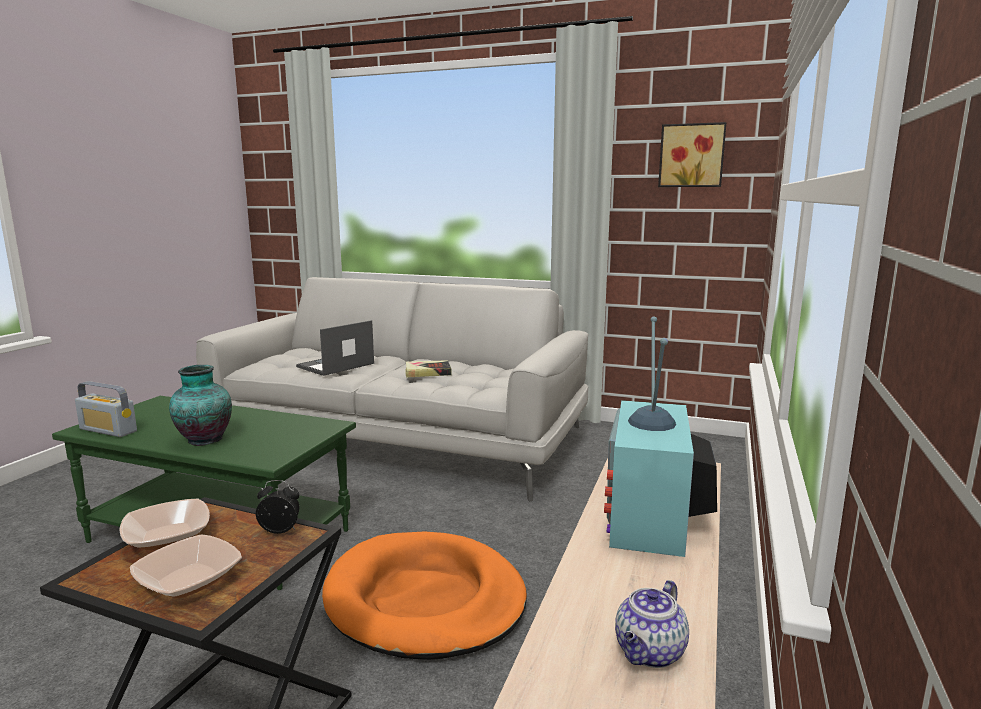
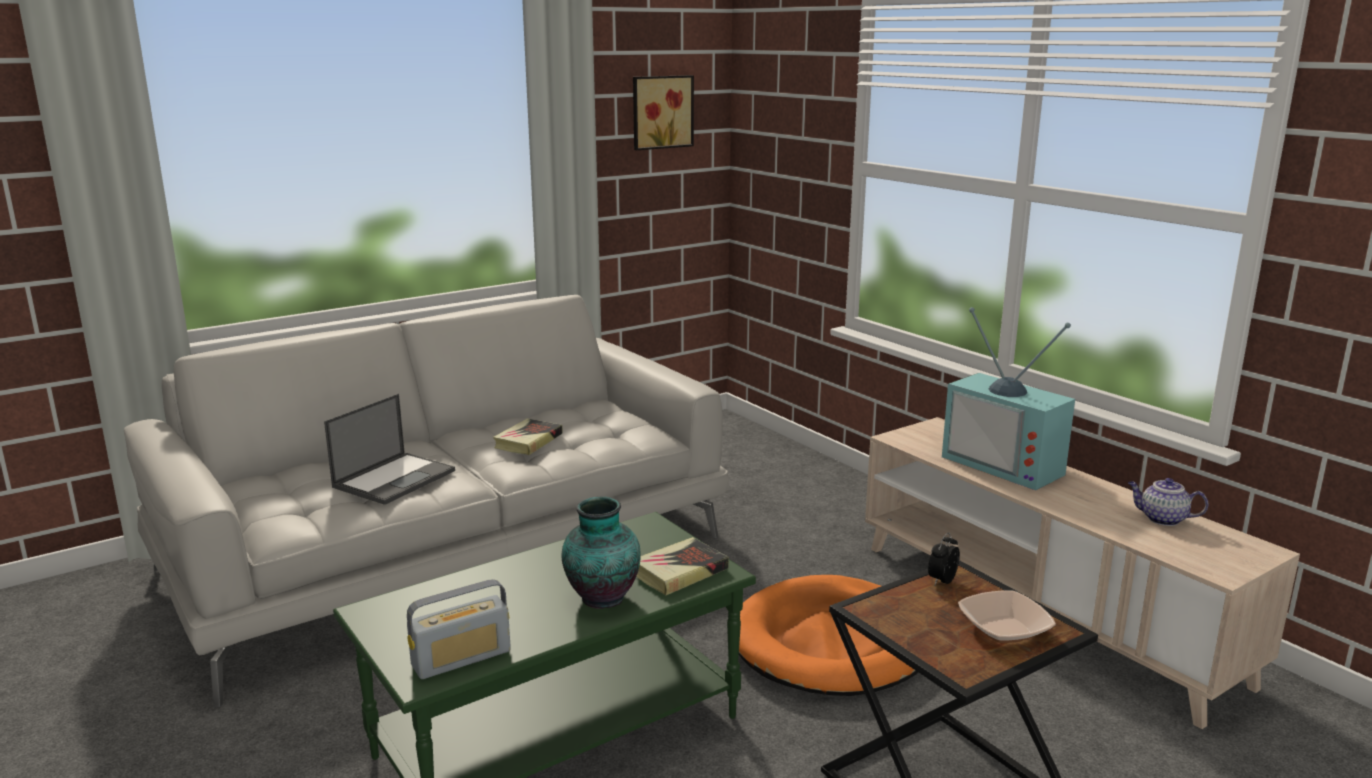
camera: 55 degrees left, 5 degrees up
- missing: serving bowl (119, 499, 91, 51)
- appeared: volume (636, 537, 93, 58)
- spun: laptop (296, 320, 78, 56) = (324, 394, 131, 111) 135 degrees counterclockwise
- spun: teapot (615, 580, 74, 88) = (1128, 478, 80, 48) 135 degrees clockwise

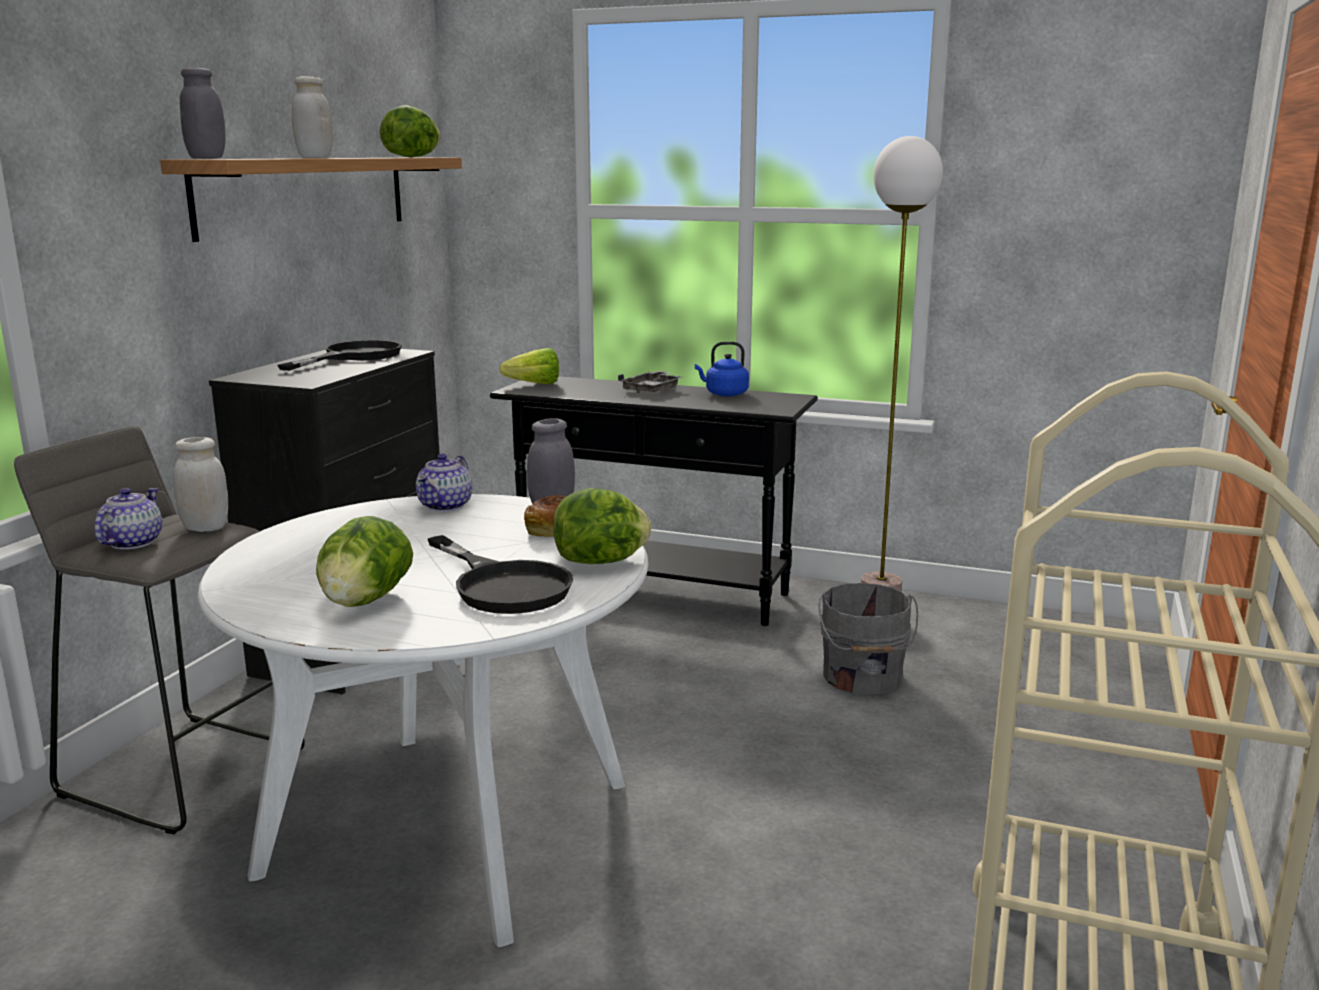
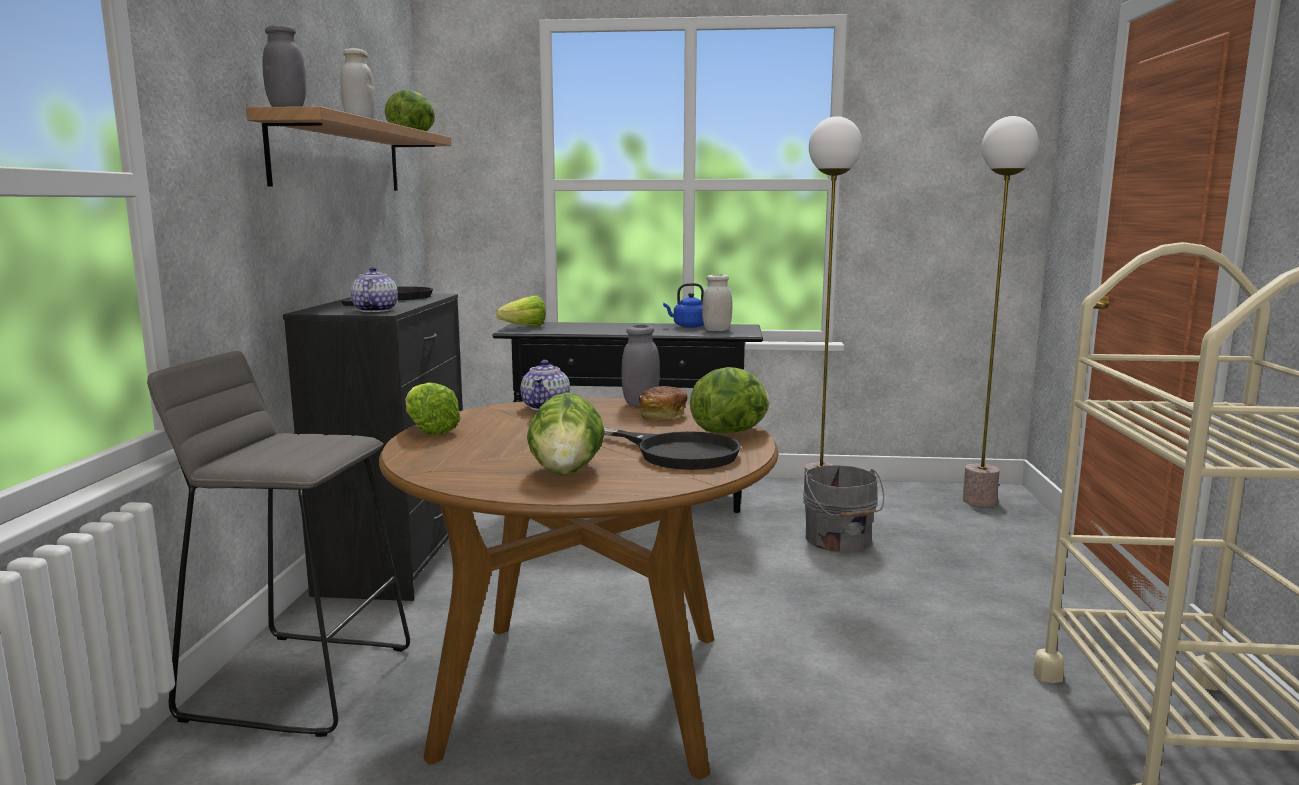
camera: 15 degrees left, 5 degrees down
- missing: grey carrying tray (618, 371, 64, 22)
- appeared: lettuce (405, 382, 56, 53)
- appeared: standing lamp (963, 116, 76, 391)
- relocated: teapot (94, 488, 68, 61) to (351, 267, 47, 45)
- relocated: white preserve jar (174, 437, 54, 95) to (702, 274, 31, 57)
- colour: white kitchen table (198, 494, 451, 453) to brown-coloured kitchen table (379, 398, 400, 382)

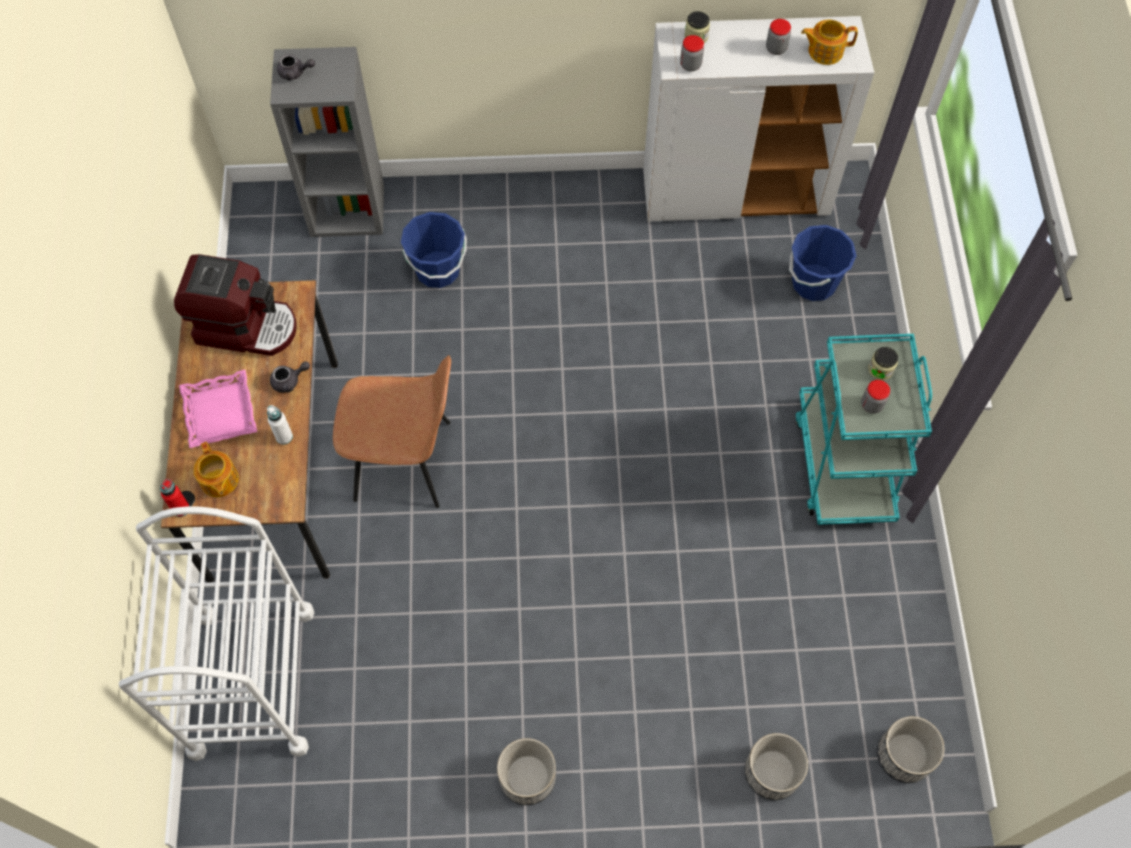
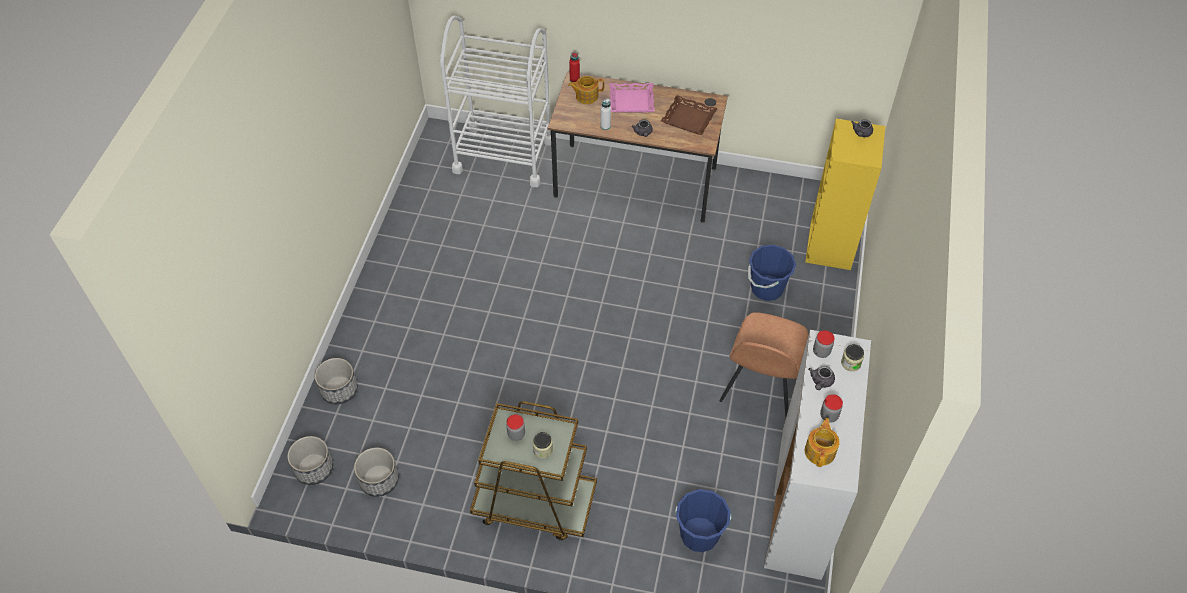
camera: 105 degrees right, 10 degrees down
- appeared: grey teapot (808, 366, 27, 24)
- relocated: brown-coloured upright chair (333, 355, 118, 153) to (719, 312, 90, 106)
- relocated: flower pot (497, 738, 59, 67) to (354, 448, 45, 49)
- exchanged: coffee brewer (174, 254, 123, 102) to brown-coloured carrying tray (661, 95, 57, 40)
- colour: grey bookcase (270, 47, 114, 190) to yellowish bookcase (805, 119, 80, 151)
- colour: turquoise-coloured wheeled cart (796, 334, 136, 191) to brown-coloured wheeled cart (470, 401, 127, 139)

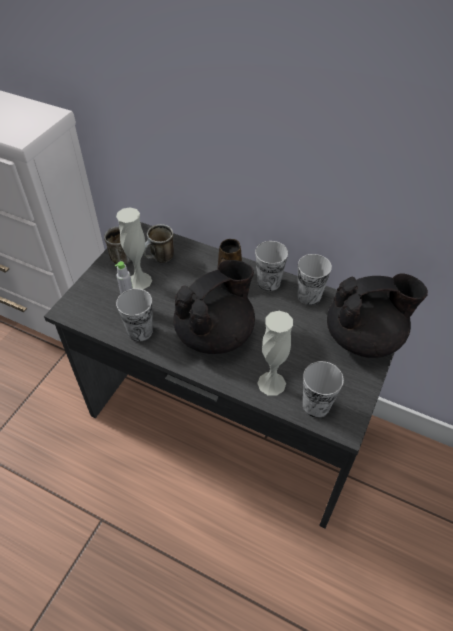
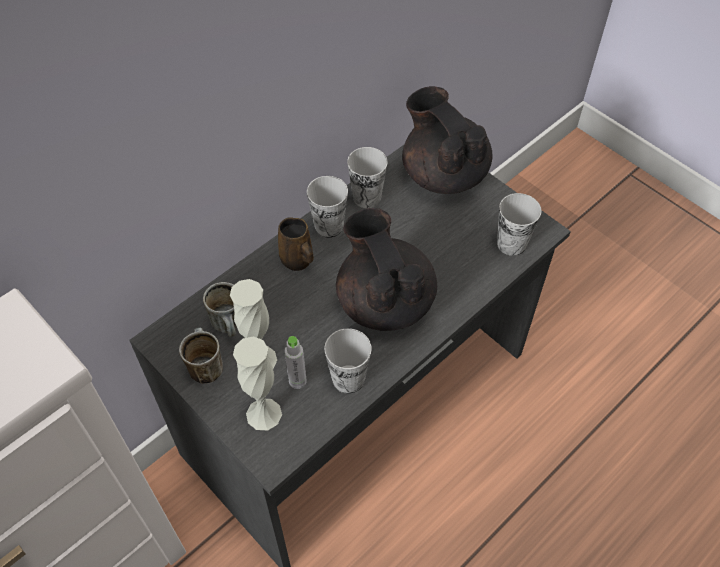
camera: 70 degrees left, 5 degrees up
- relocated: white decorative vase (257, 311, 36, 85) to (233, 337, 49, 93)
- spun: black teapot (327, 273, 101, 85) = (402, 86, 91, 108) 45 degrees counterclockwise

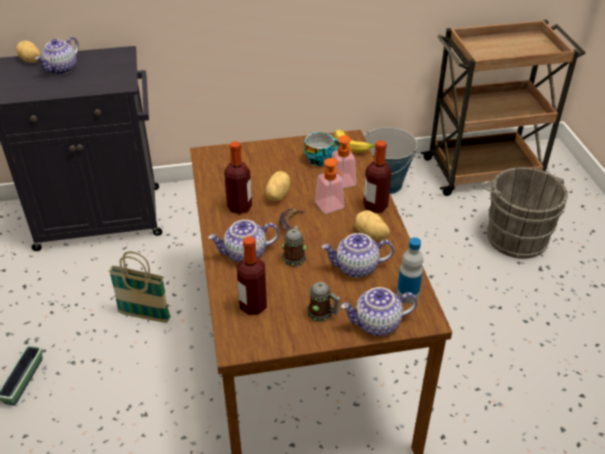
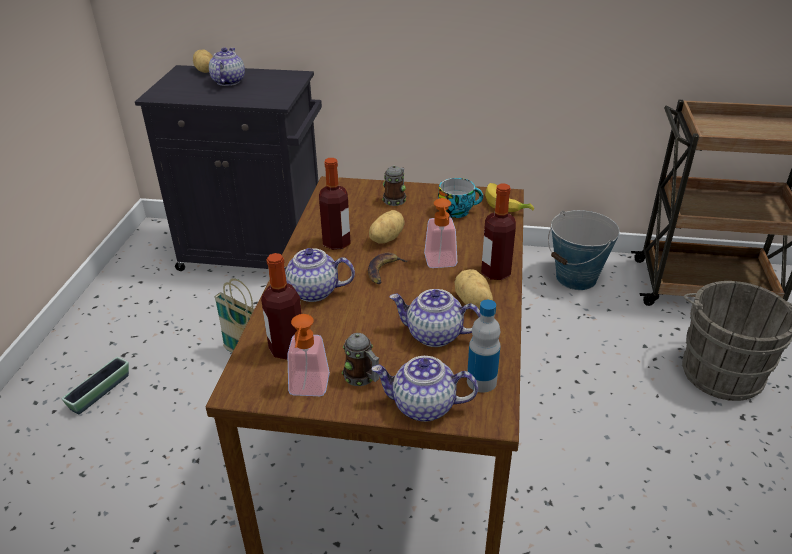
camera: 20 degrees right, 5 degrees down
- relocated: mug (282, 226, 25, 41) to (382, 165, 24, 41)
- relocated: soap bottle (332, 135, 24, 53) to (287, 314, 43, 82)
- spun: teapot (35, 36, 44, 38) = (209, 48, 36, 38) 135 degrees clockwise

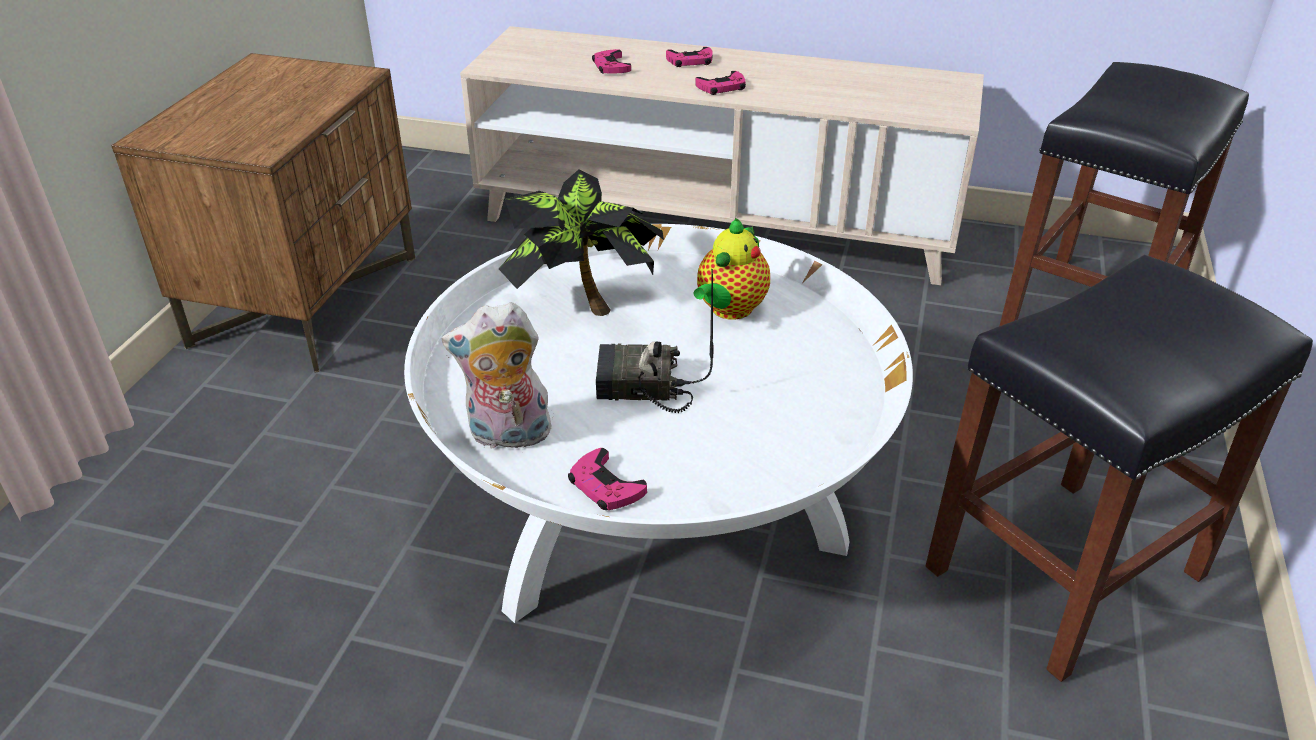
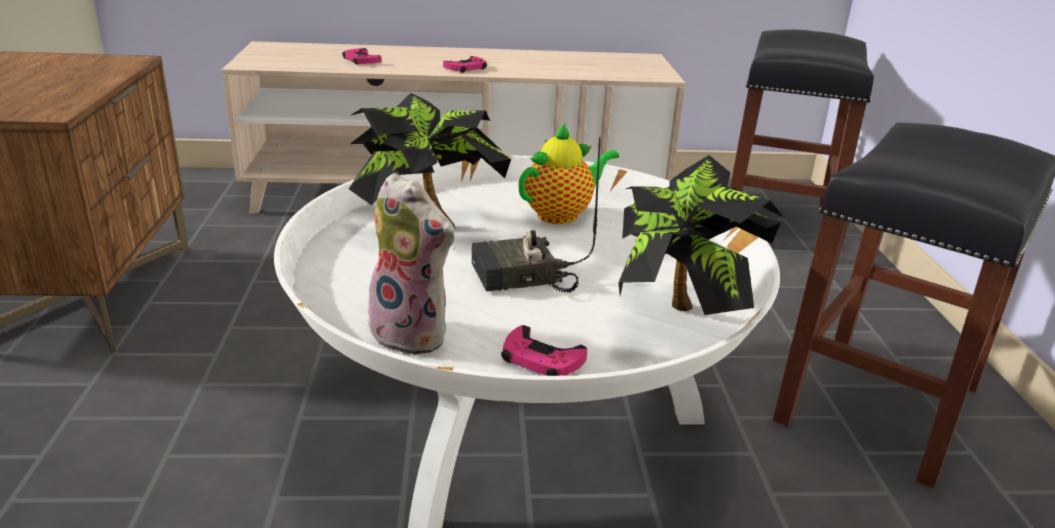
camera: 20 degrees left, 10 degrees down
- missing: pinkish joypad (666, 47, 47, 20)
- appeared: plant in a pot (619, 155, 165, 160)
- spun: soft toy (442, 302, 111, 151) = (367, 173, 88, 183) 120 degrees counterclockwise
- spun: teapot (694, 218, 76, 102) = (518, 123, 101, 101) 135 degrees counterclockwise

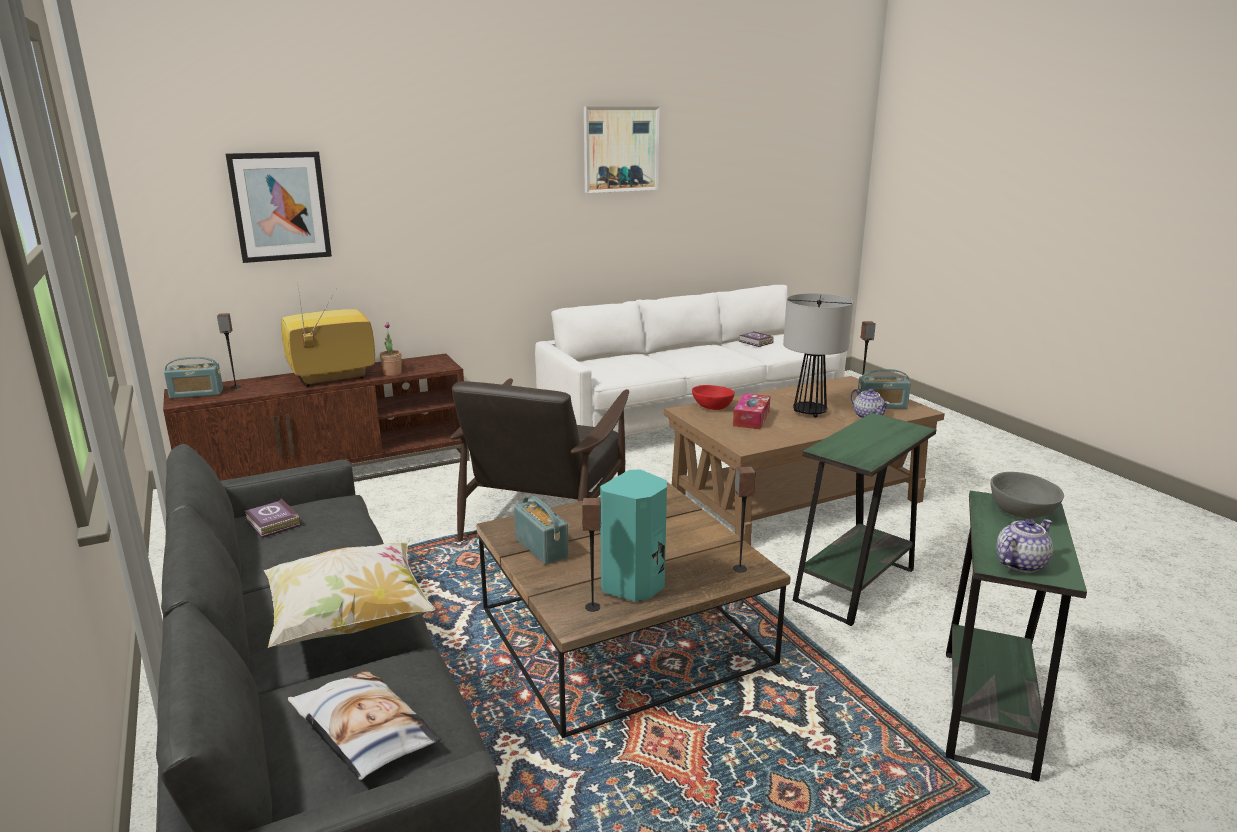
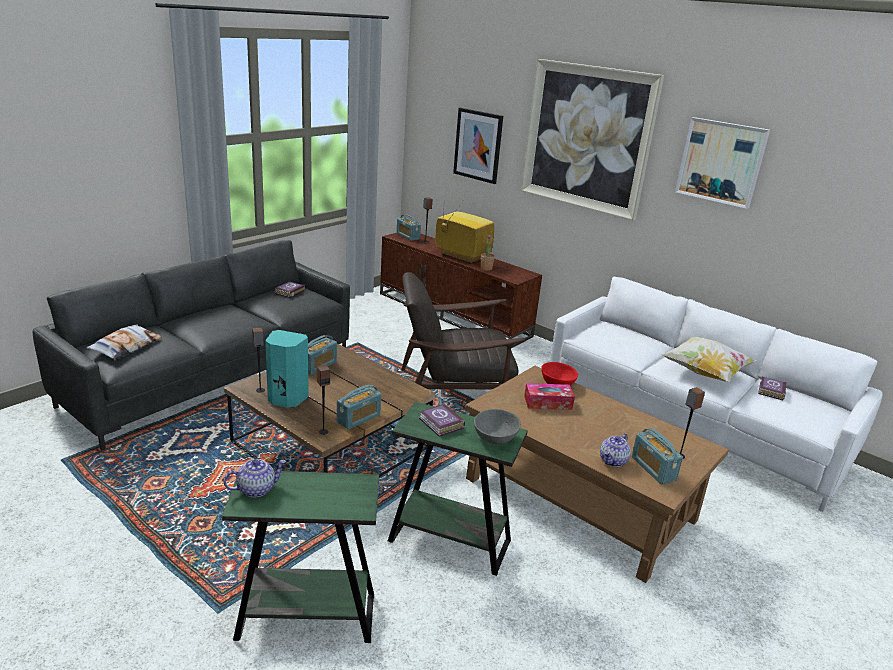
camera: 65 degrees right, 5 degrees up
- missing: tabletop lamp (783, 293, 70, 125)
- appeared: radio (337, 385, 45, 45)
- appeared: volume (419, 404, 46, 33)
- appeared: picture (521, 59, 143, 162)
- relocated: pillow (264, 541, 171, 107) to (661, 337, 95, 45)
- relocated: grey serving bowl (991, 472, 73, 46) to (474, 409, 47, 35)
- spun: teapot (996, 519, 57, 54) = (224, 459, 62, 39) 60 degrees counterclockwise

